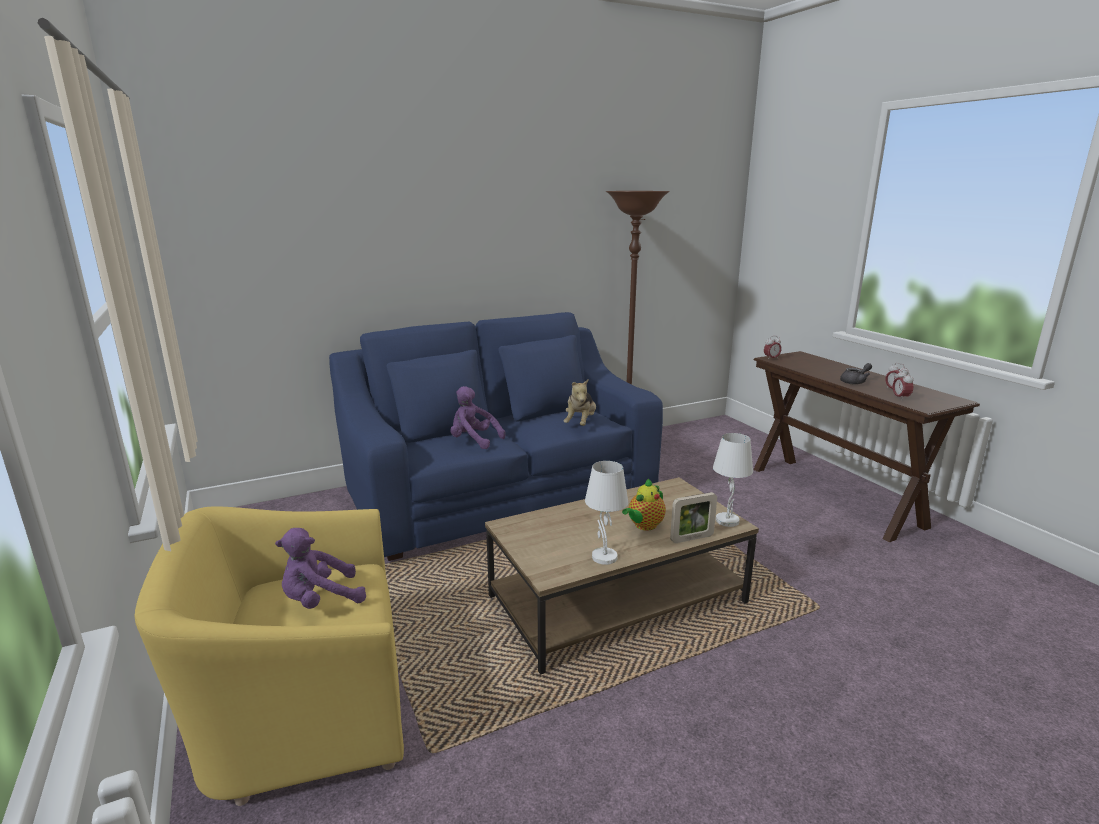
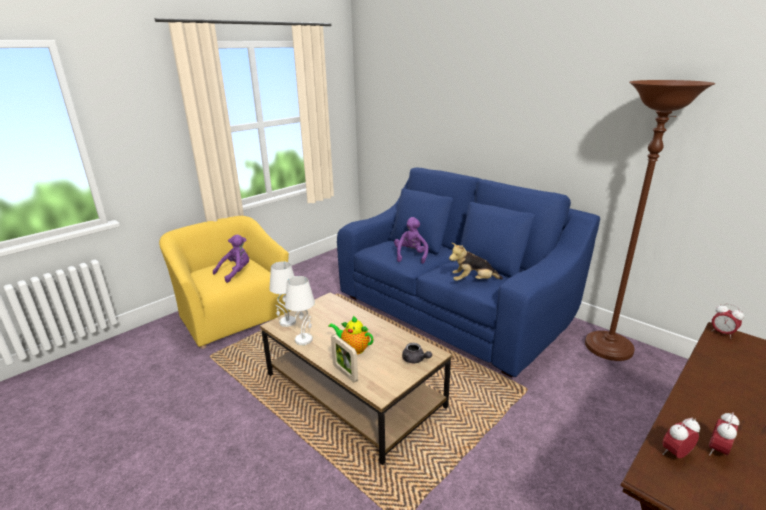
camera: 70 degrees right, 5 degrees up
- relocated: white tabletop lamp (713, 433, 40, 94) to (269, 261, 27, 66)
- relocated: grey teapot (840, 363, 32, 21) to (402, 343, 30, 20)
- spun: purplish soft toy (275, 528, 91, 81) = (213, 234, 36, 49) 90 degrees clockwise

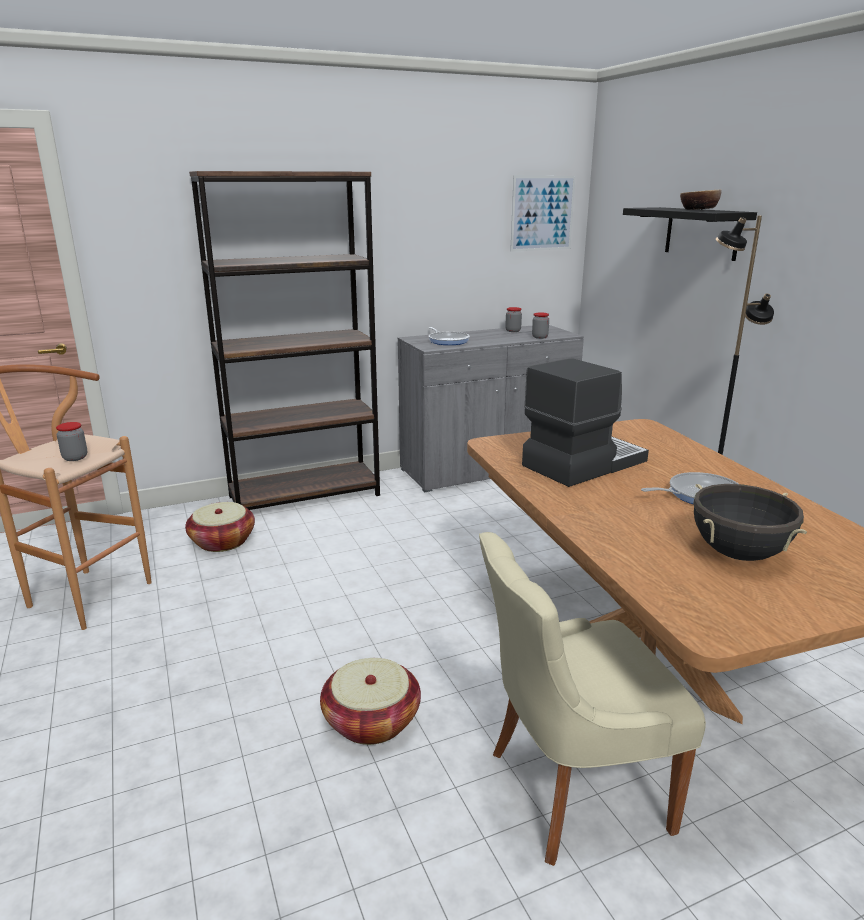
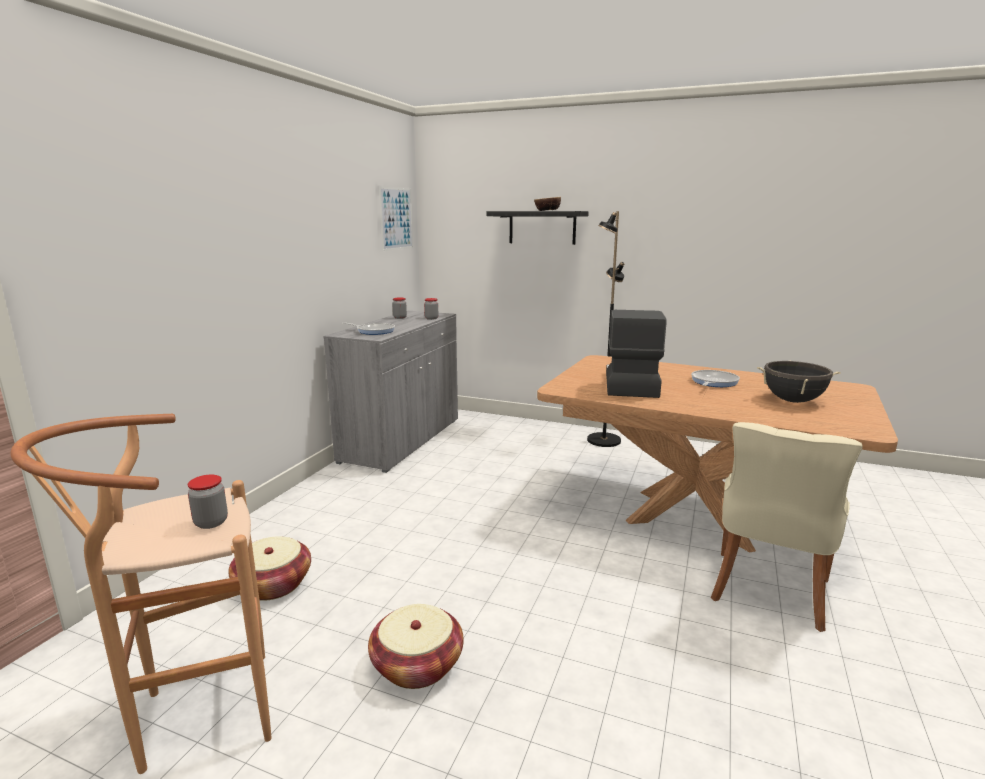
camera: 45 degrees left, 5 degrees down
- missing: brown-coloured bookcase (189, 171, 191, 339)
- relocated: basket (320, 658, 101, 87) to (368, 604, 96, 85)

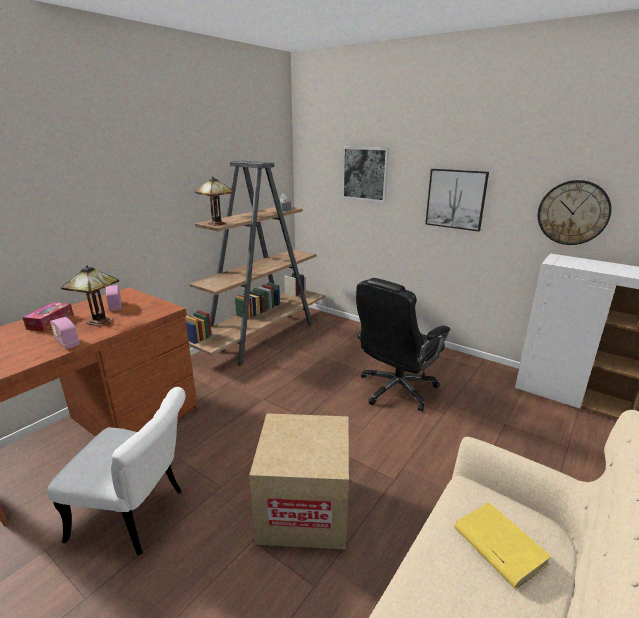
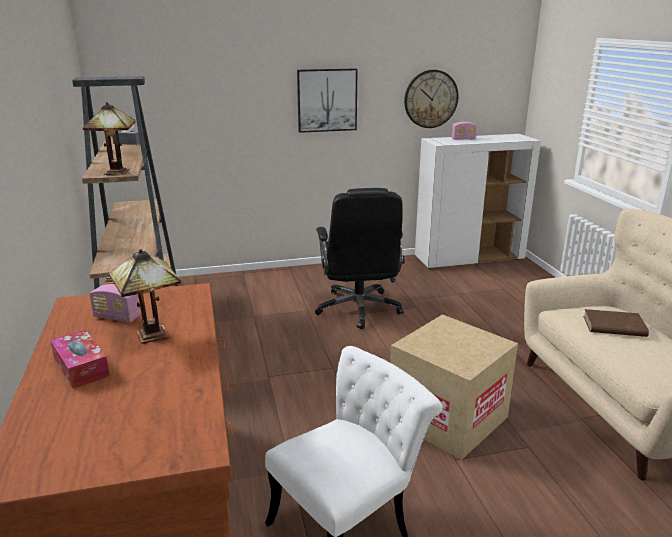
camera: 50 degrees left, 0 degrees up
- missing: picture (342, 147, 47, 55)
- relocated: radio (50, 317, 30, 32) to (452, 122, 25, 18)
- colour: yellowish volume (454, 502, 98, 87) to brown-coloured volume (583, 309, 66, 28)

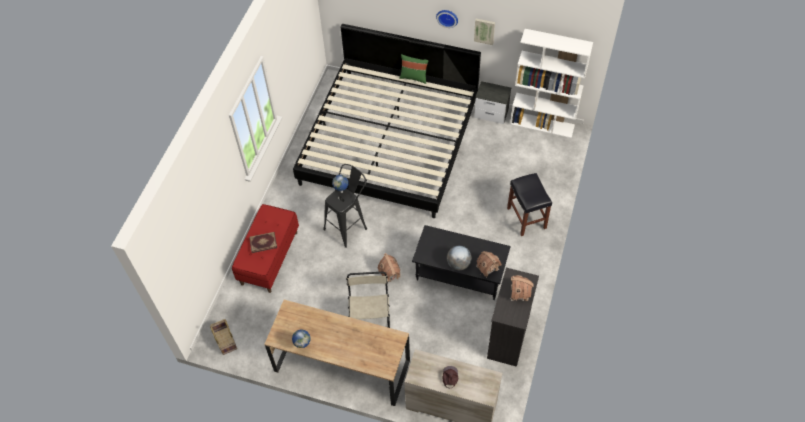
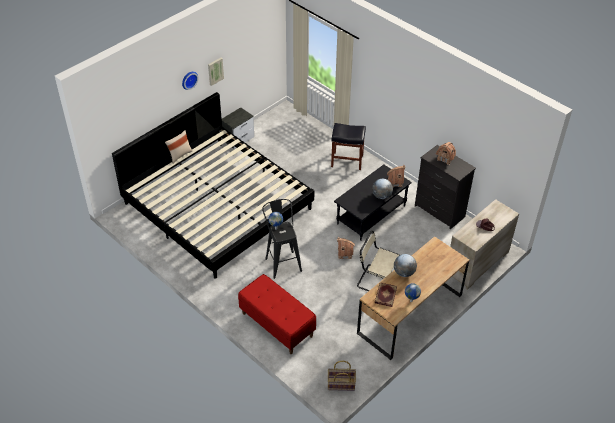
camera: 65 degrees left, 10 degrees down
- missing: white bookcase (510, 29, 83, 109)
- appeared: globe (394, 254, 23, 23)
- relocated: volume (249, 232, 28, 21) to (375, 283, 22, 24)
- colour: greenish pillow (399, 54, 30, 30) to sand-coloured pillow (165, 130, 27, 33)

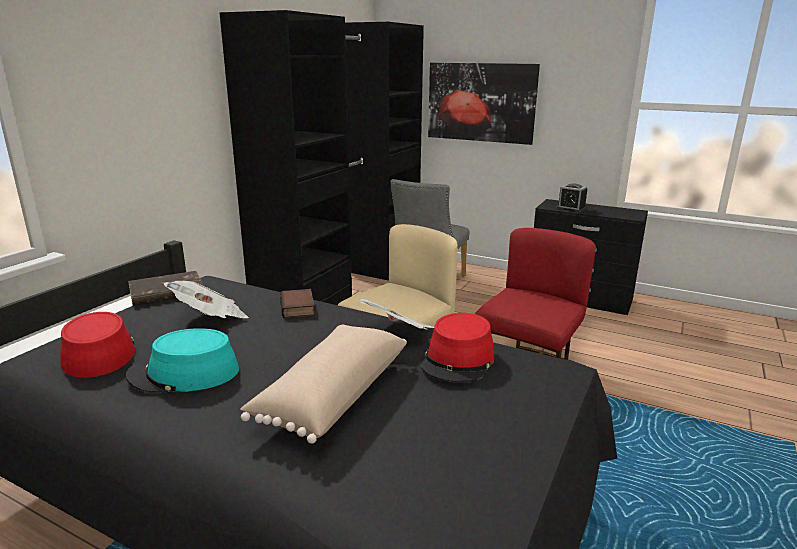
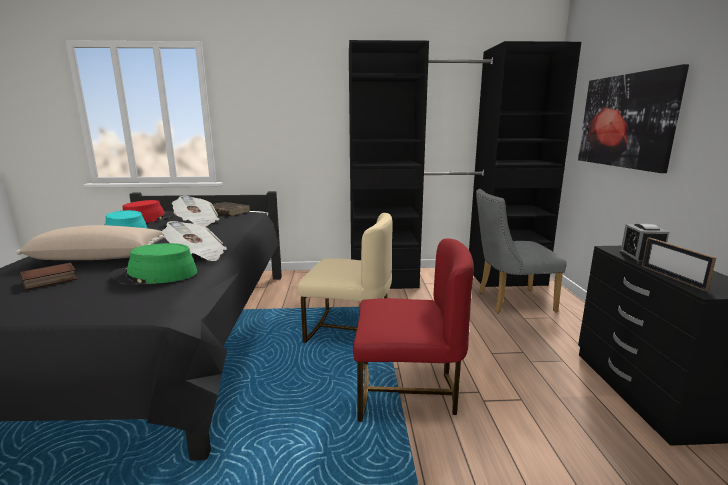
camera: 60 degrees right, 5 degrees down
- appeared: standing frame (642, 237, 74, 54)
- relocated: volume (280, 289, 35, 29) to (20, 263, 58, 27)
- colour: red wearable hat (421, 313, 73, 69) to greenish wearable hat (110, 243, 88, 42)

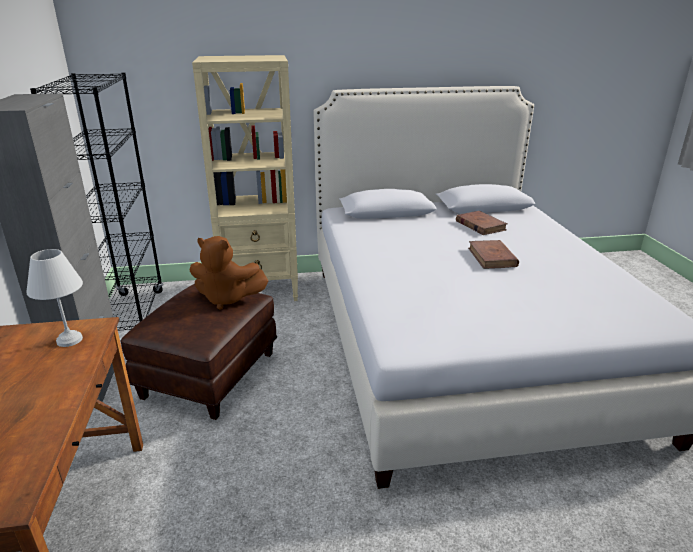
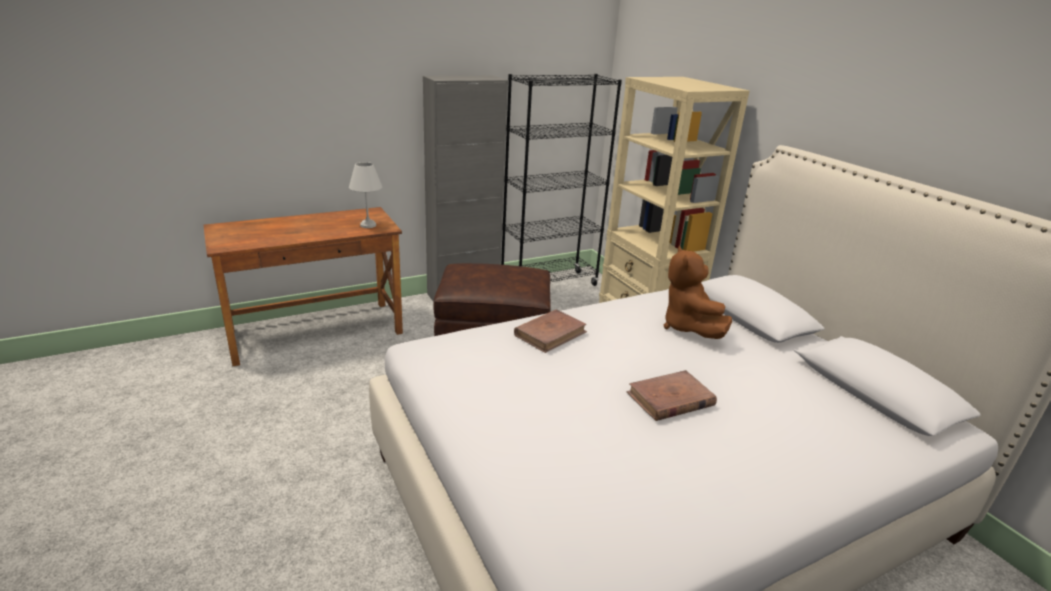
camera: 70 degrees right, 0 degrees up
- relocated: brown-coloured soft toy (189, 236, 79, 74) to (664, 246, 68, 93)
- relocated: brown-coloured volume (456, 211, 51, 24) to (514, 309, 73, 44)

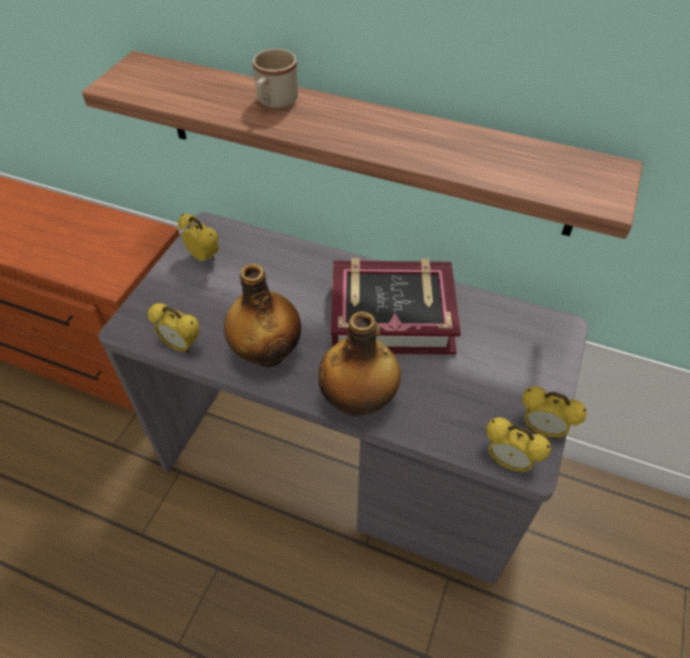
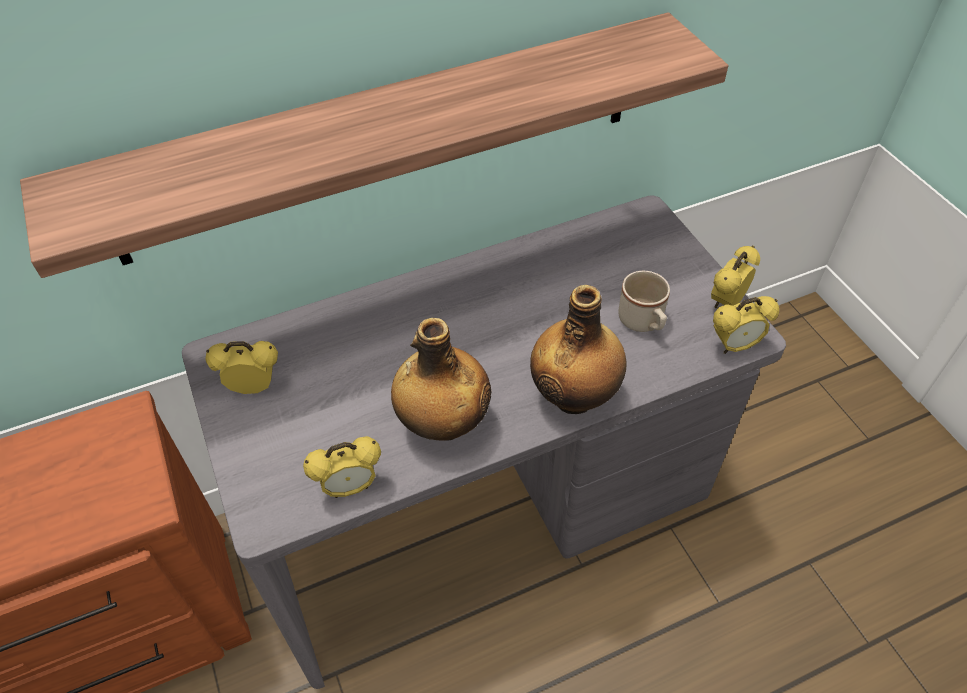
camera: 45 degrees left, 0 degrees up
- missing: volume (331, 258, 130, 96)
- relocated: sand-coloured mug (253, 49, 45, 60) to (618, 271, 52, 61)
- spun: alarm clock (522, 386, 65, 53) = (711, 245, 49, 63) 150 degrees clockwise

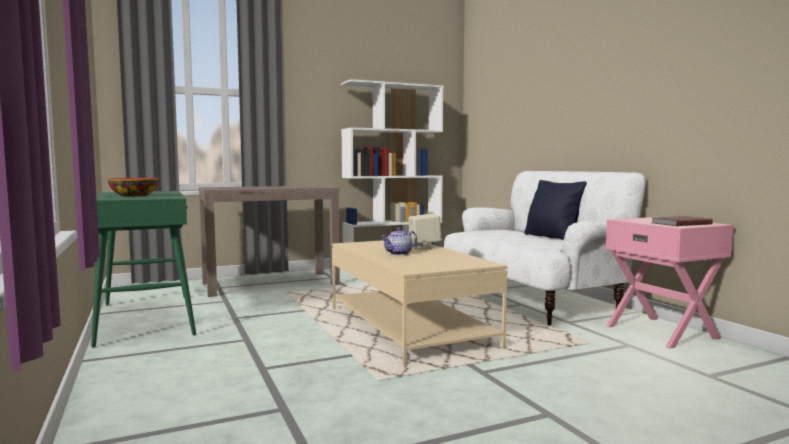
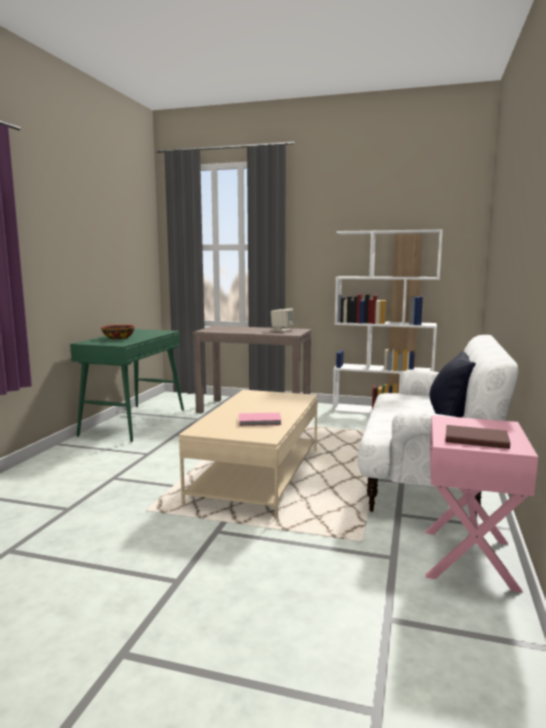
camera: 40 degrees right, 5 degrees up
- missing: teapot (381, 227, 36, 28)
- appeared: pinkish volume (239, 413, 43, 13)
- relocated: sand-coloured loudspeaker (408, 214, 34, 35) to (271, 308, 23, 24)

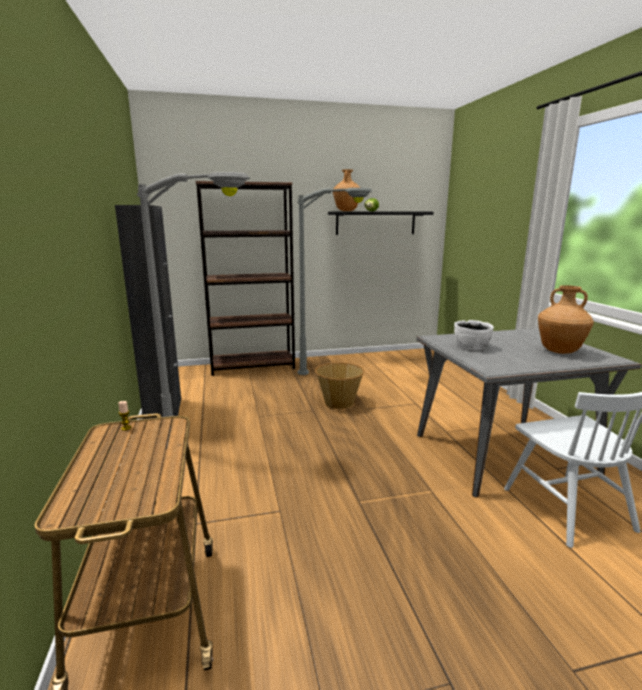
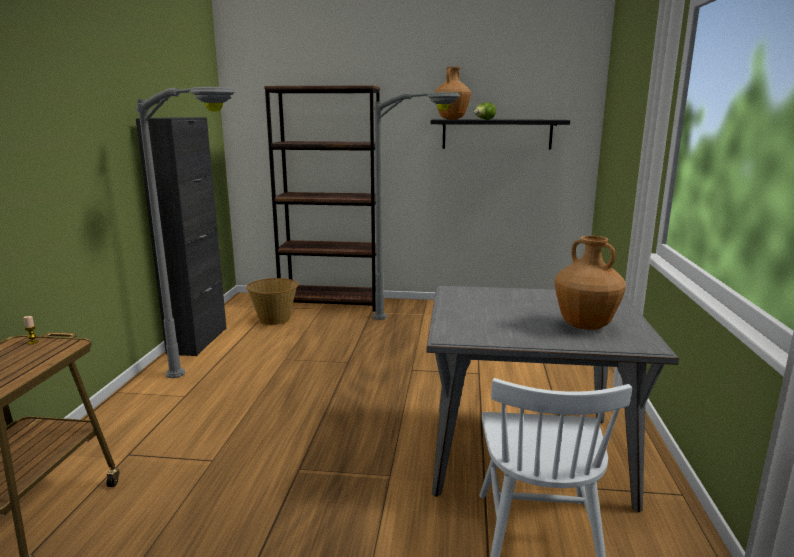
camera: 20 degrees right, 0 degrees up
- missing: white serving bowl (454, 320, 40, 31)
- relocated: basket (315, 362, 49, 47) to (246, 278, 52, 47)

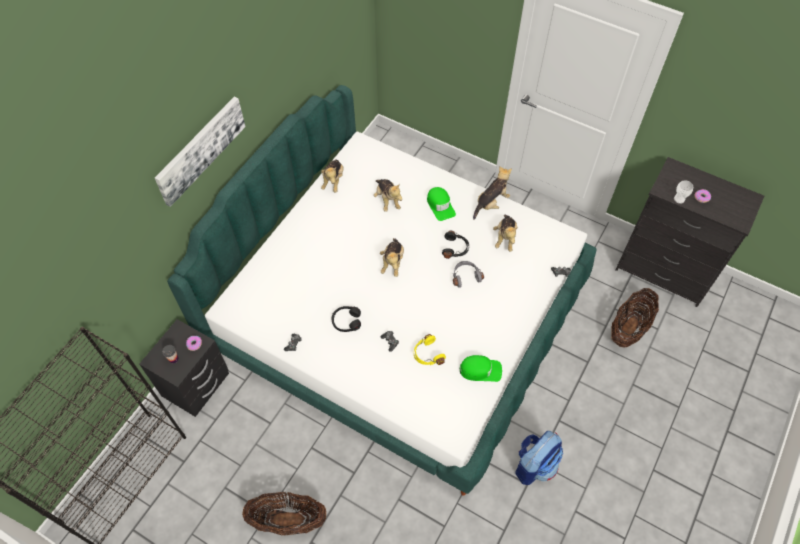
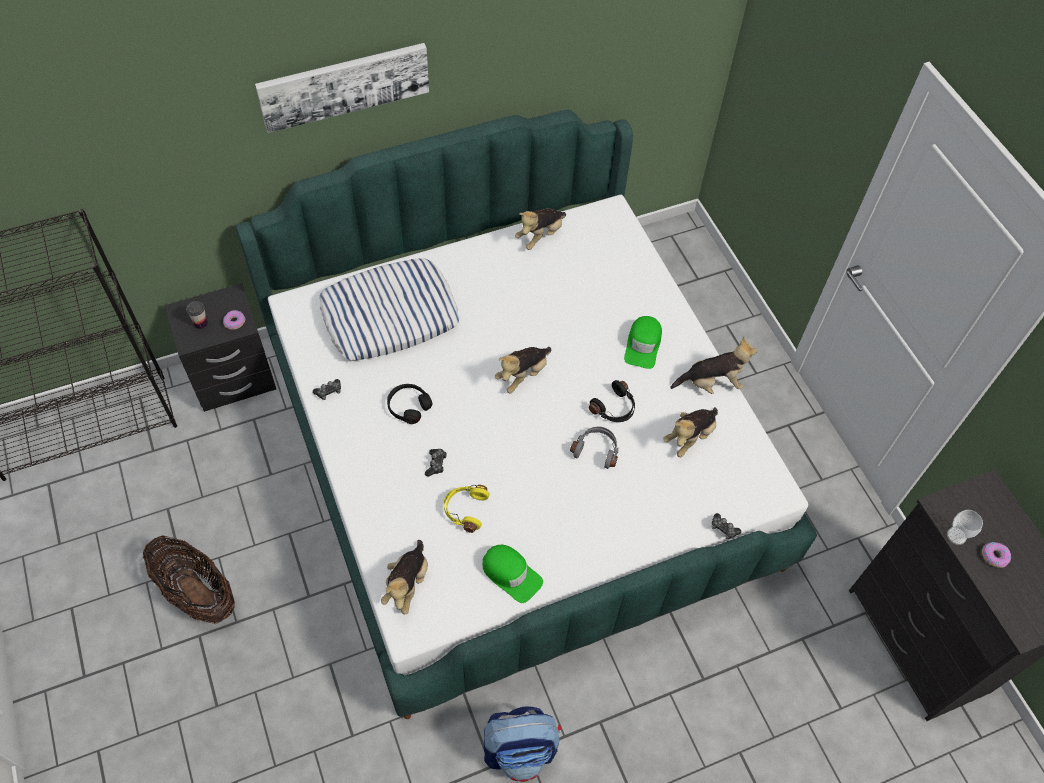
camera: 35 degrees right, 0 degrees up
- missing: basket (611, 288, 48, 60)
- appeared: pillow (319, 258, 140, 103)
- relocated: soft toy (374, 179, 28, 33) to (381, 540, 47, 75)

